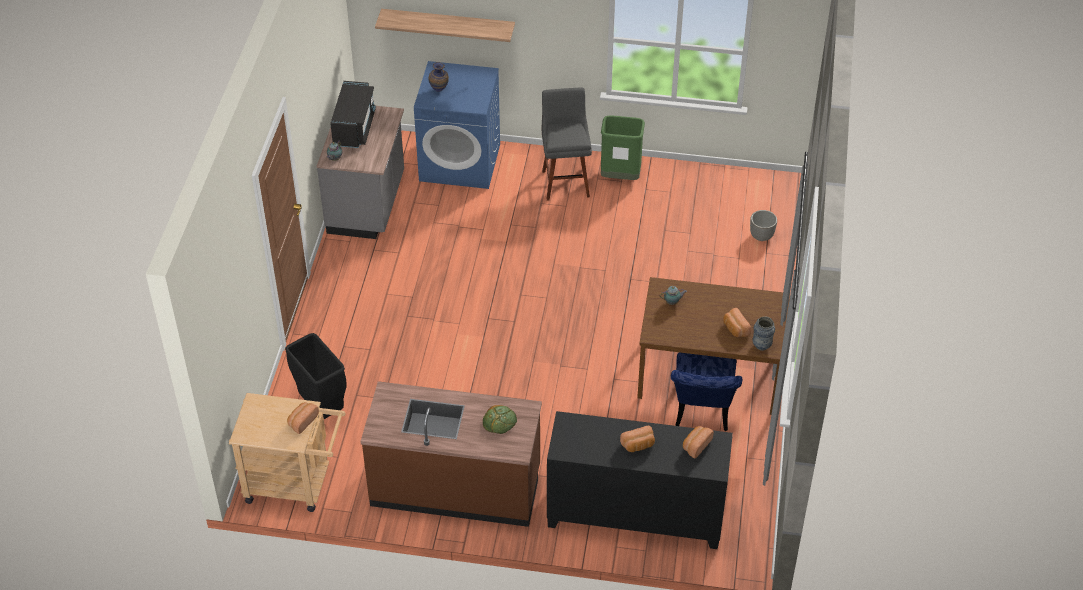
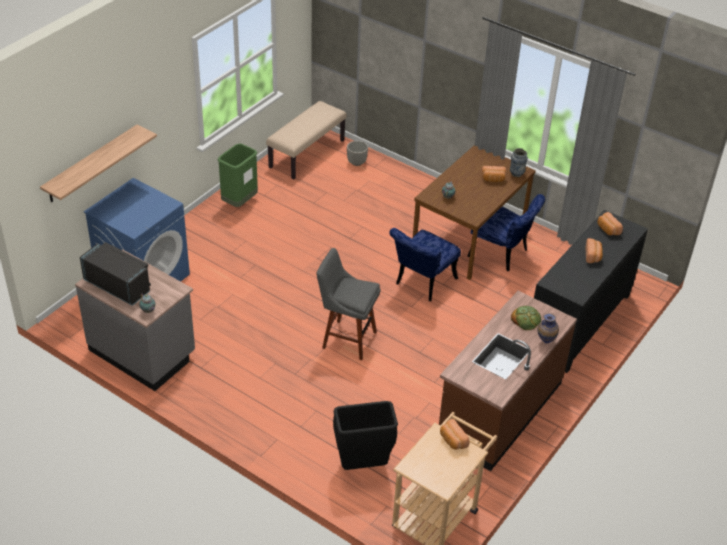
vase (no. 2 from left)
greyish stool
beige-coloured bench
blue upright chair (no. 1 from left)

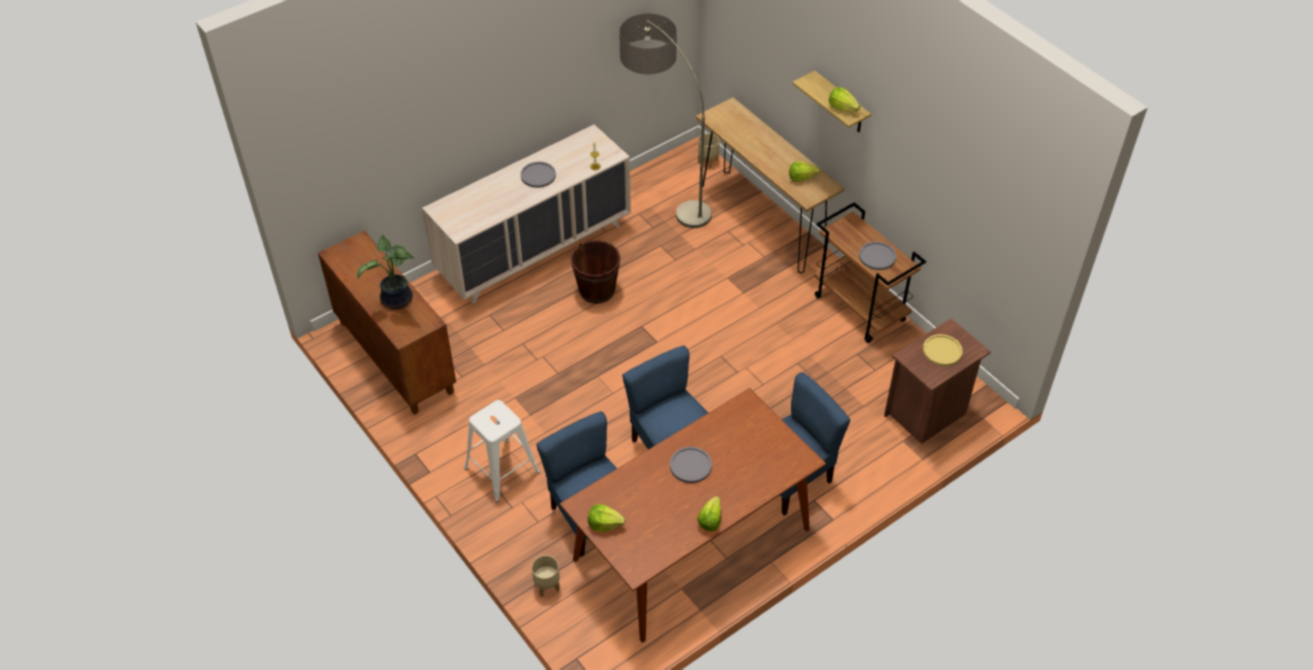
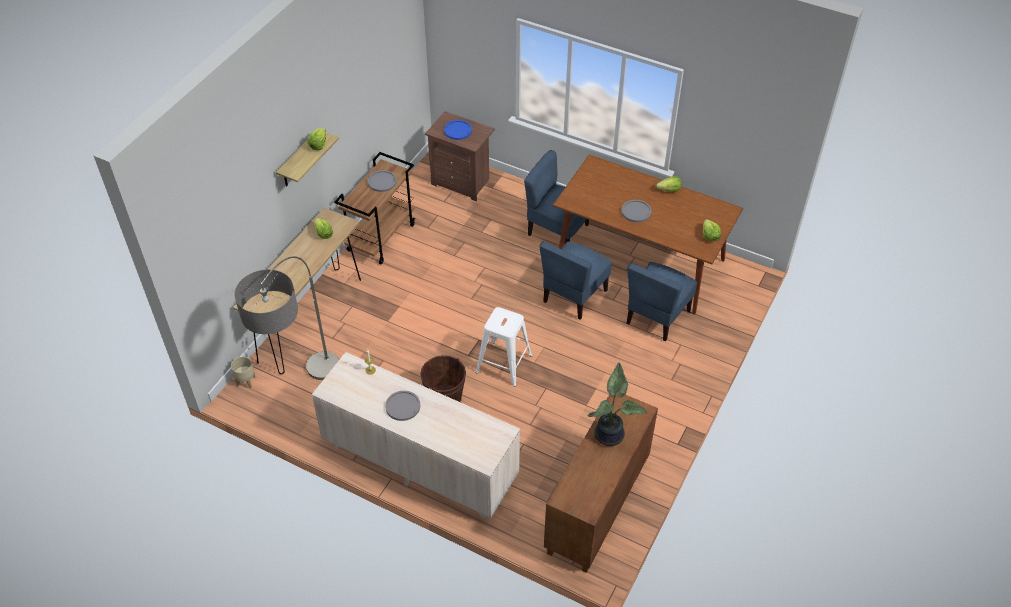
blue flat dish
white stool
beige-coloured plant pot (no. 1 from left in the first image)

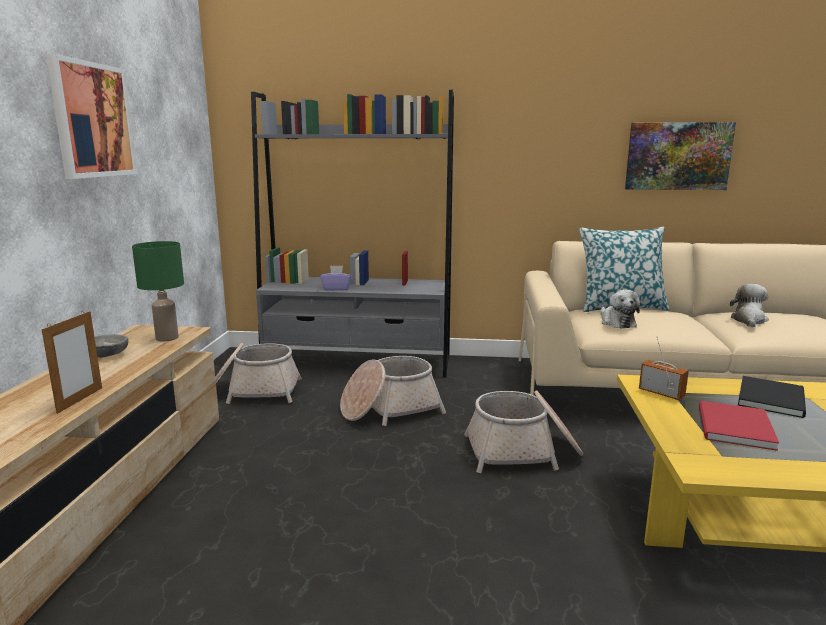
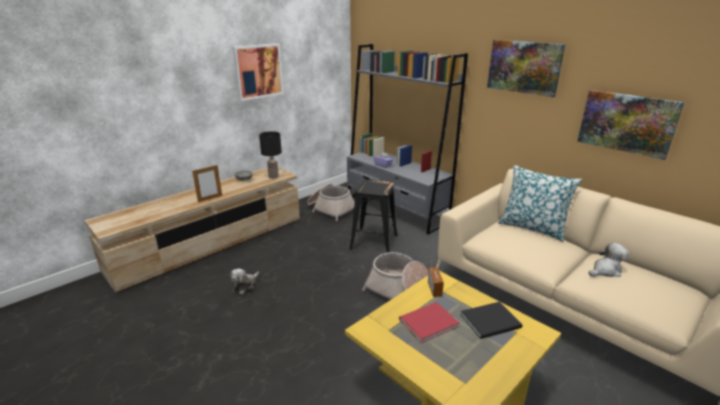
black lamp for a table
cuddly toy (no. 1 from left)
black stool
wall art (no. 2 from left)

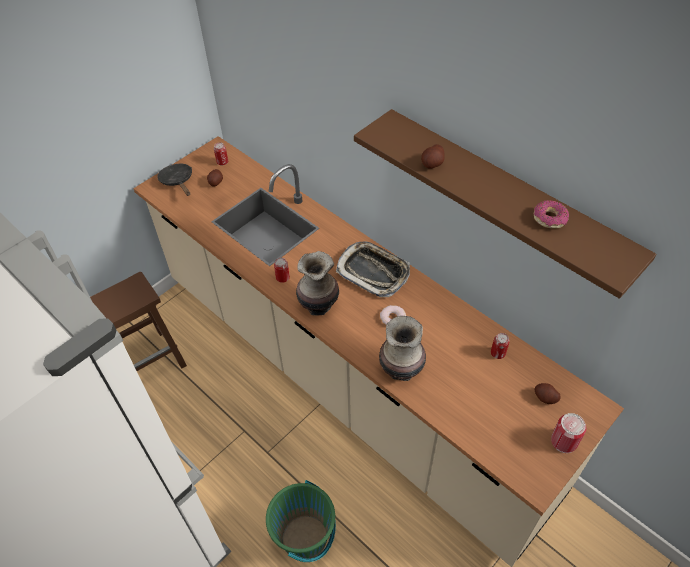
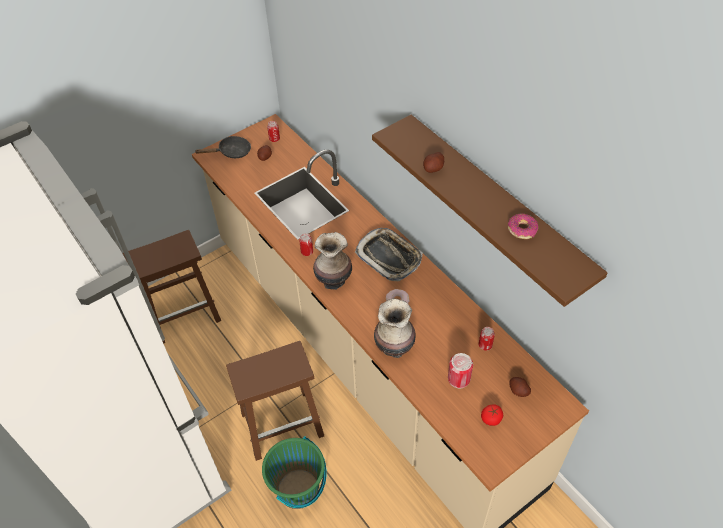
black pan
metal can (no. 3 from left)
brownish stool (no. 2 from left)
whole tomato

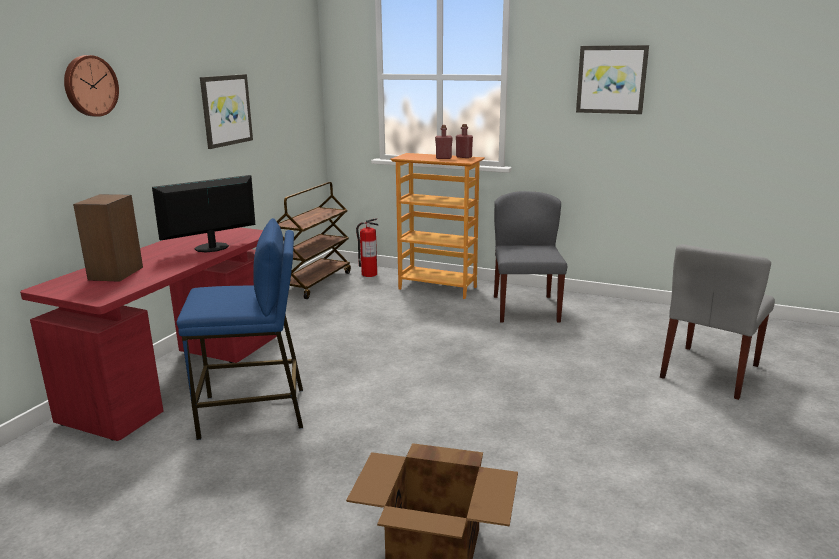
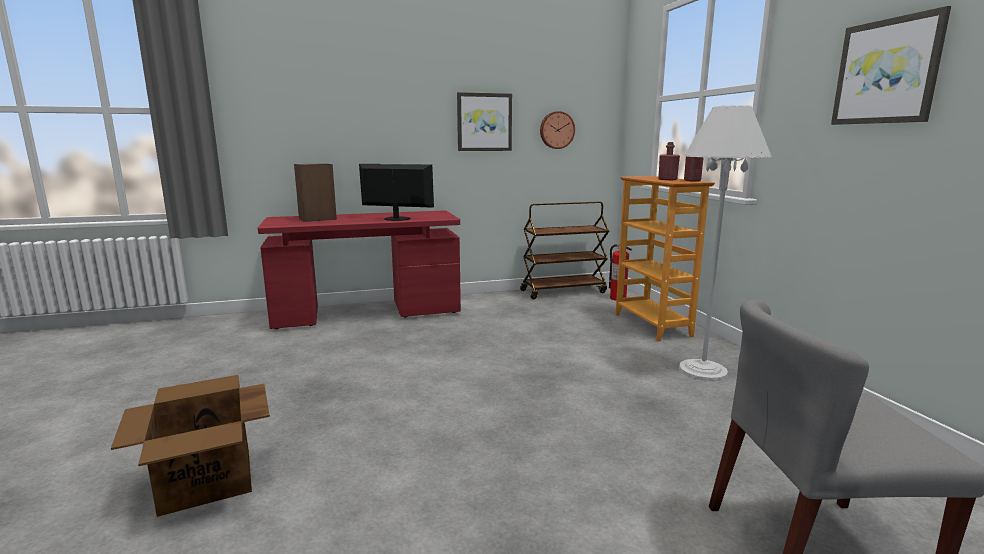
wall clock
white standing lamp
blue stool

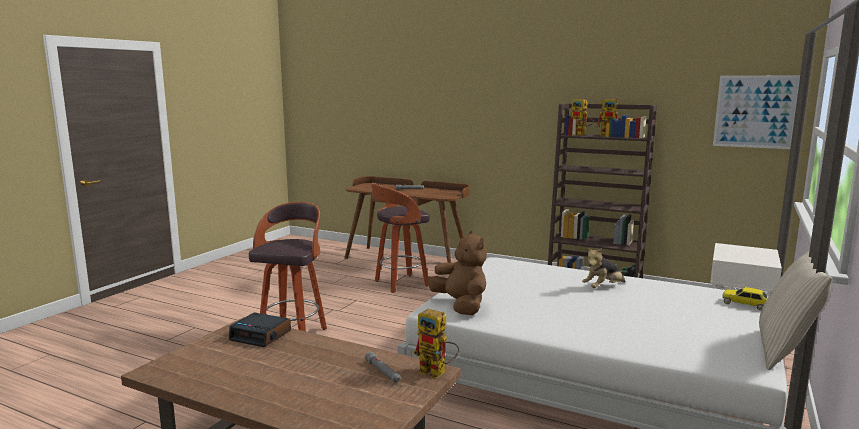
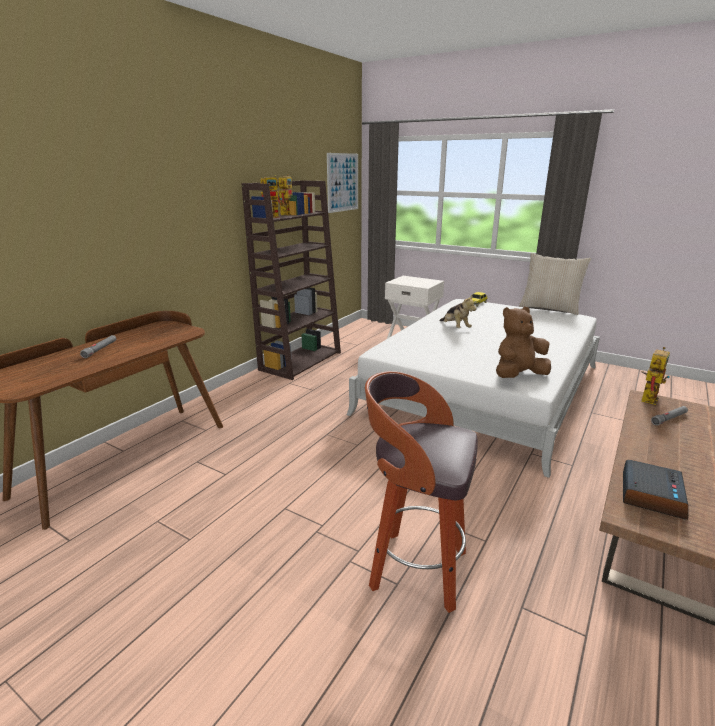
stool (no. 2 from left in the first image)

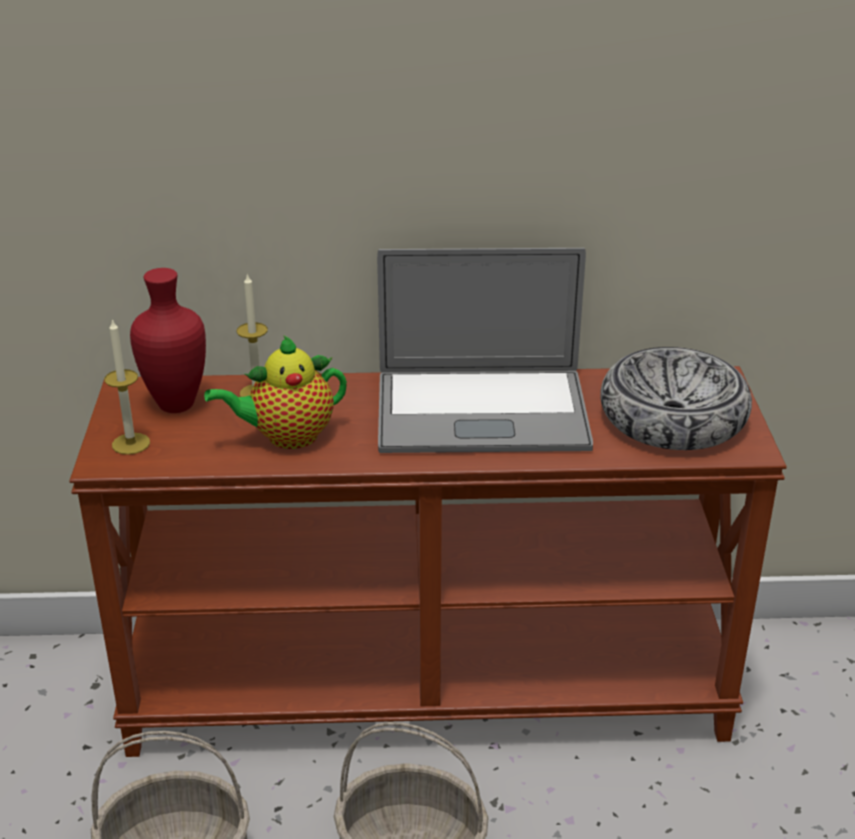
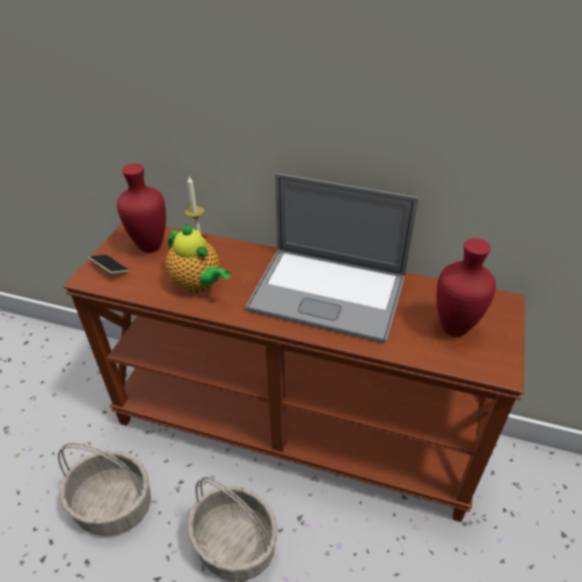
telephone
teapot
red-coloured vase (no. 2 from left)

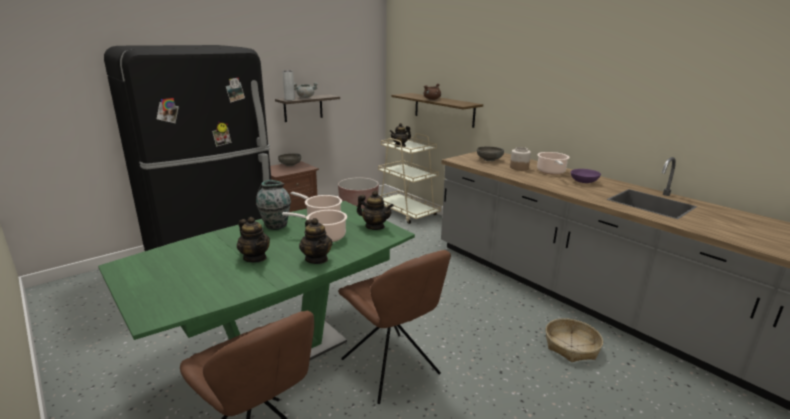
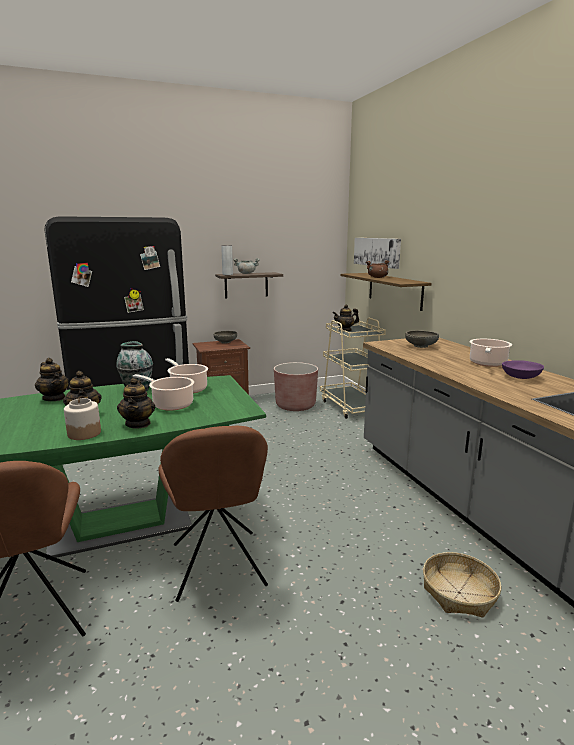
storage jar
teapot (no. 1 from left)
wall art

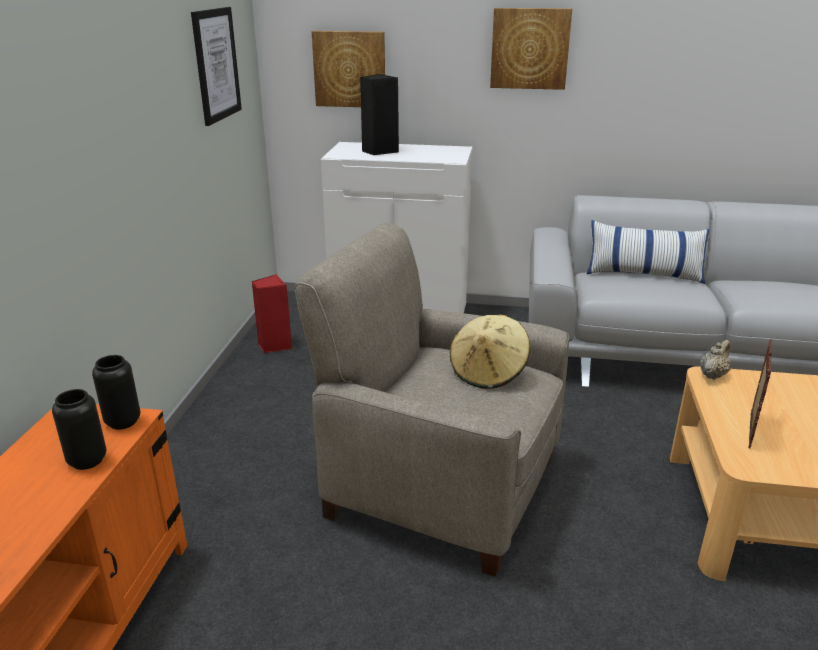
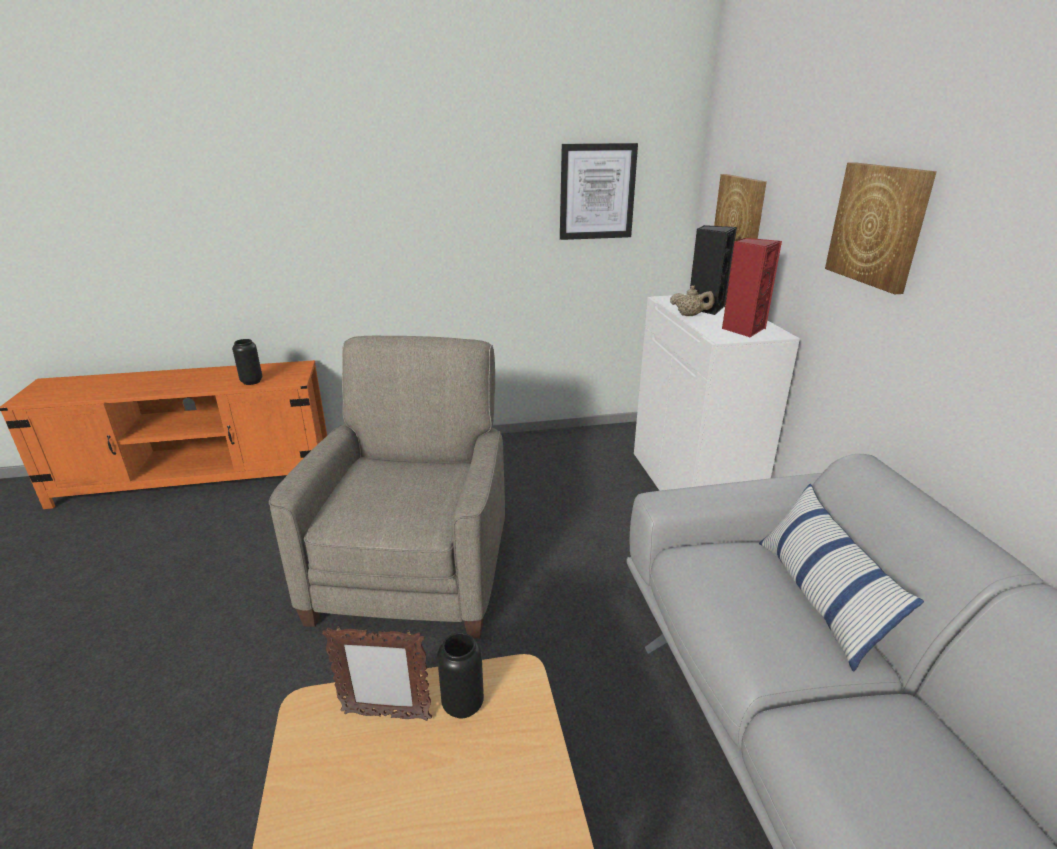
red-coloured loudspeaker
beige-coloured clothing hat
beige-coloured teapot
black vase (no. 2 from left)

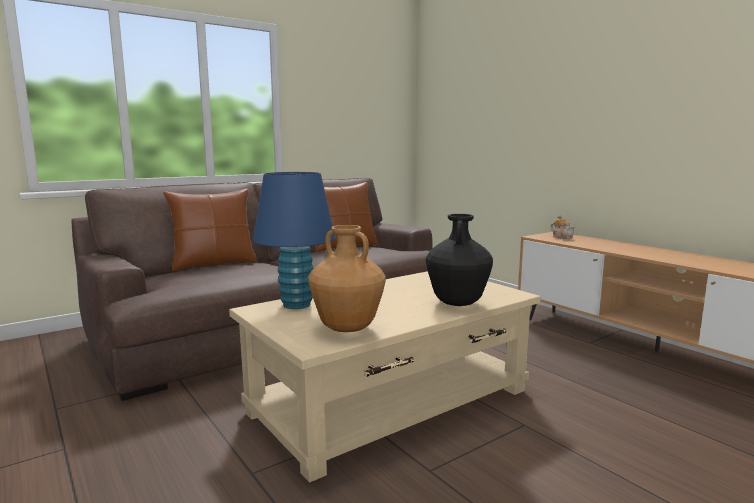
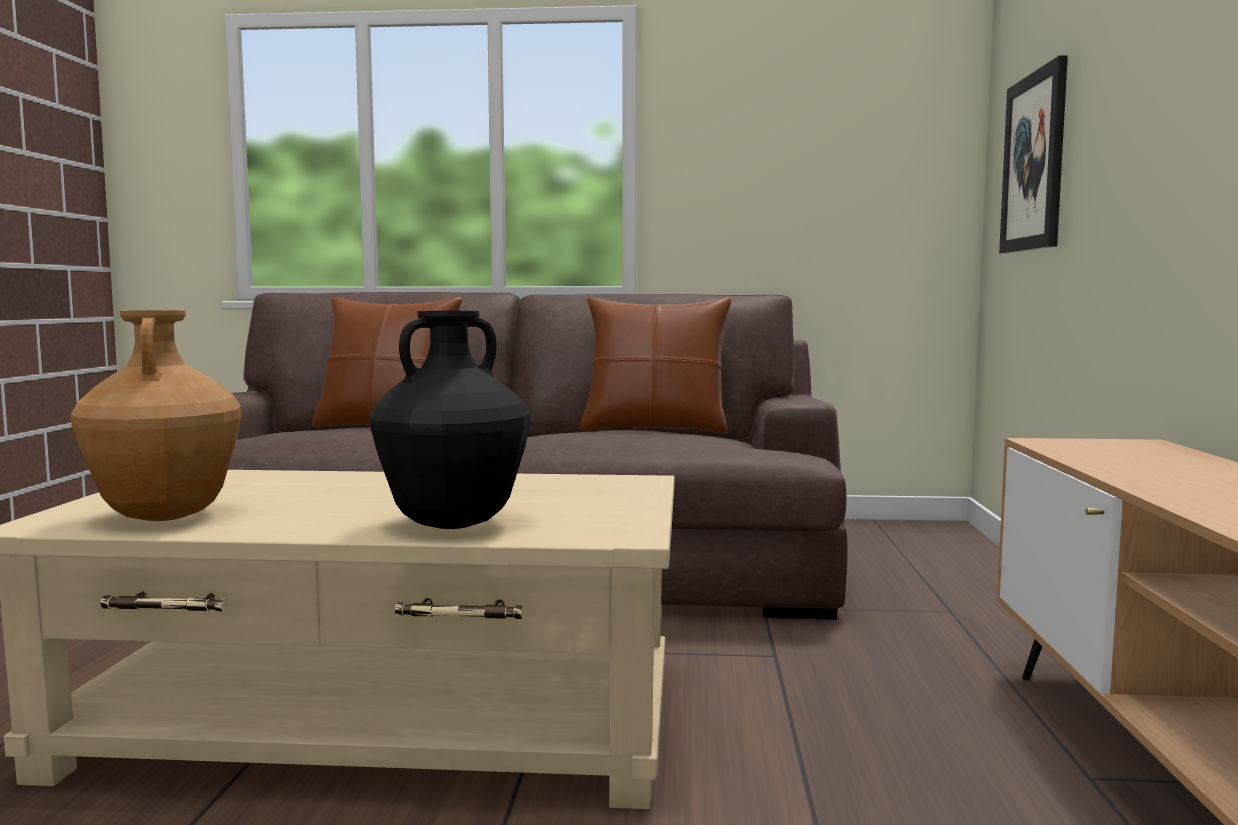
blue lamp for a table
teapot
wall art

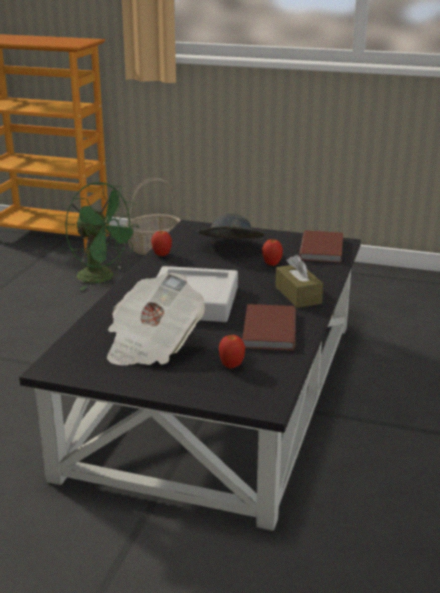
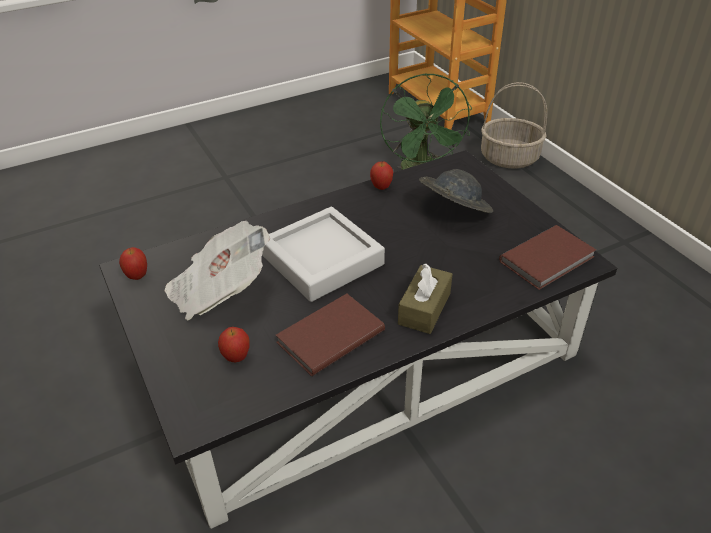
apple (no. 1 from left)

